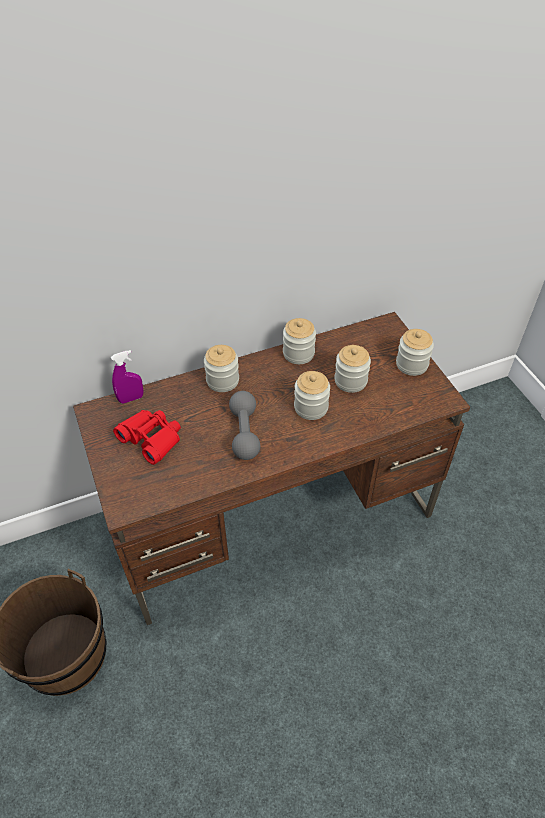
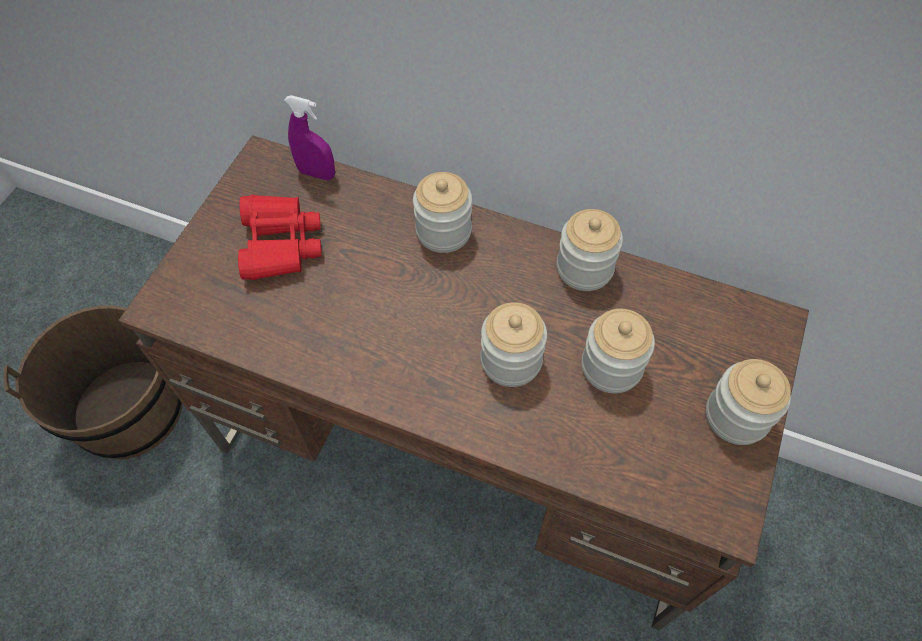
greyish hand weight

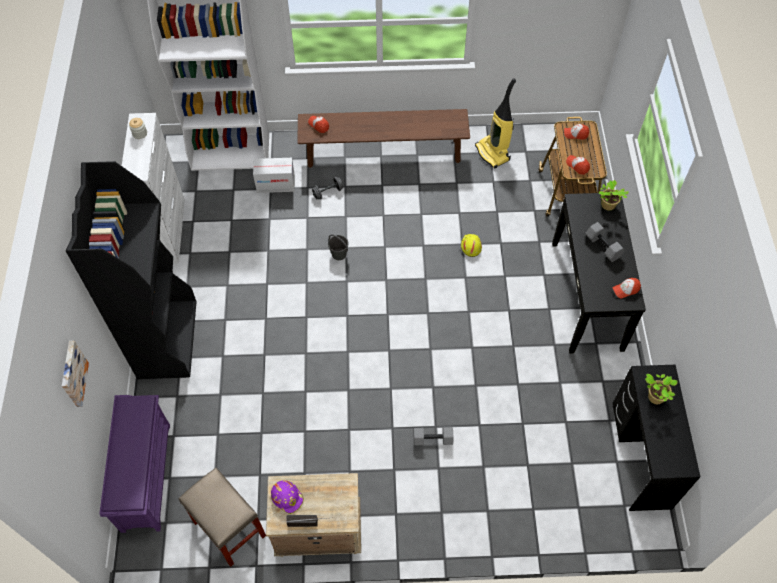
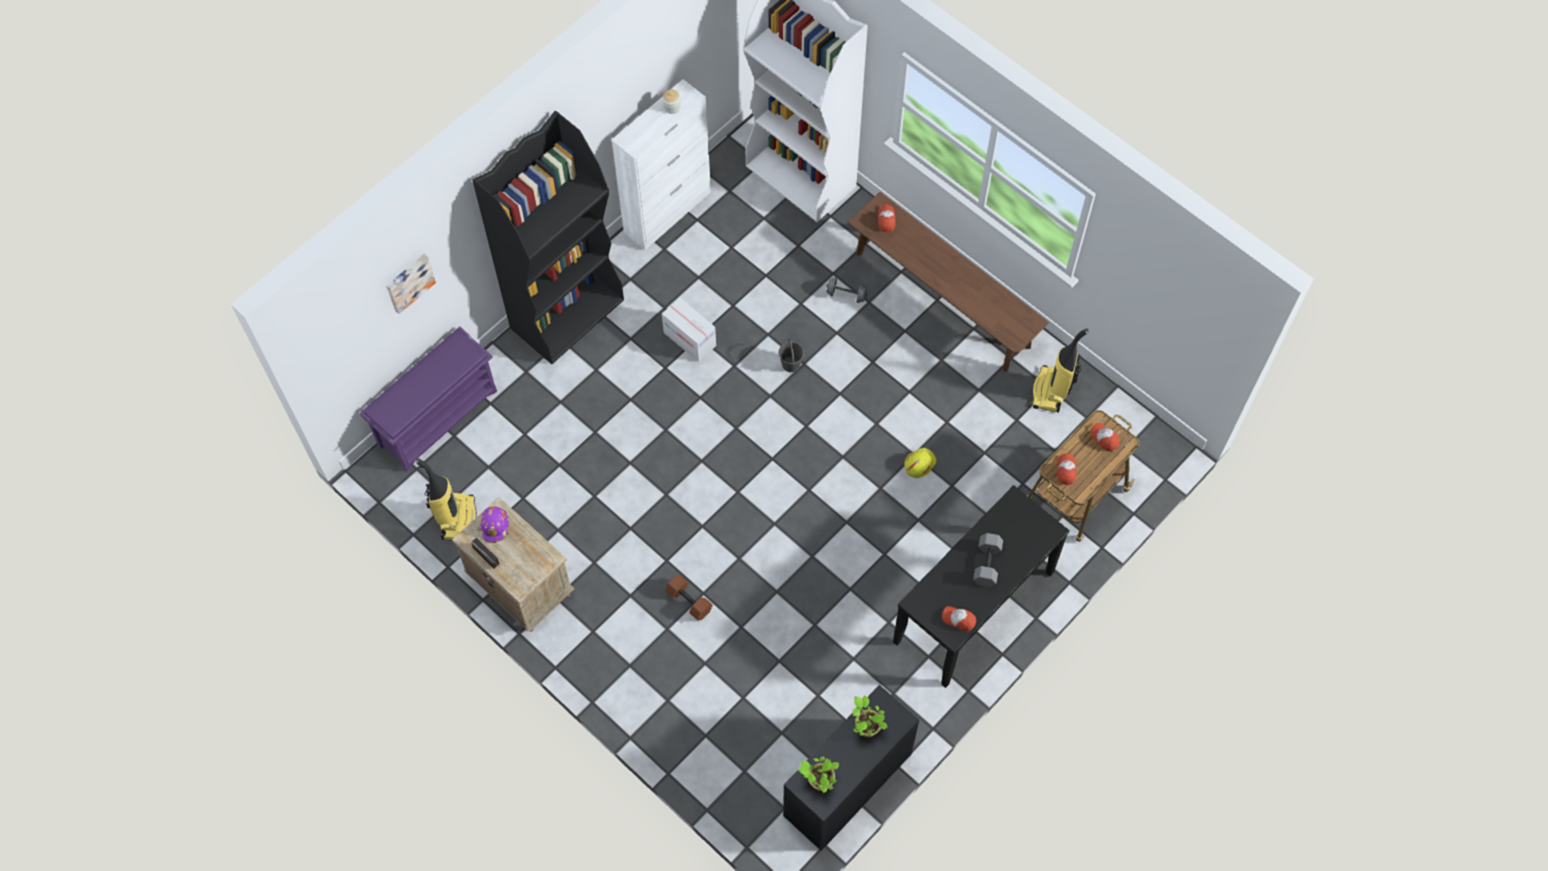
packing box
potted plant (no. 1 from left)
brownish hand weight
hoover (no. 1 from left)

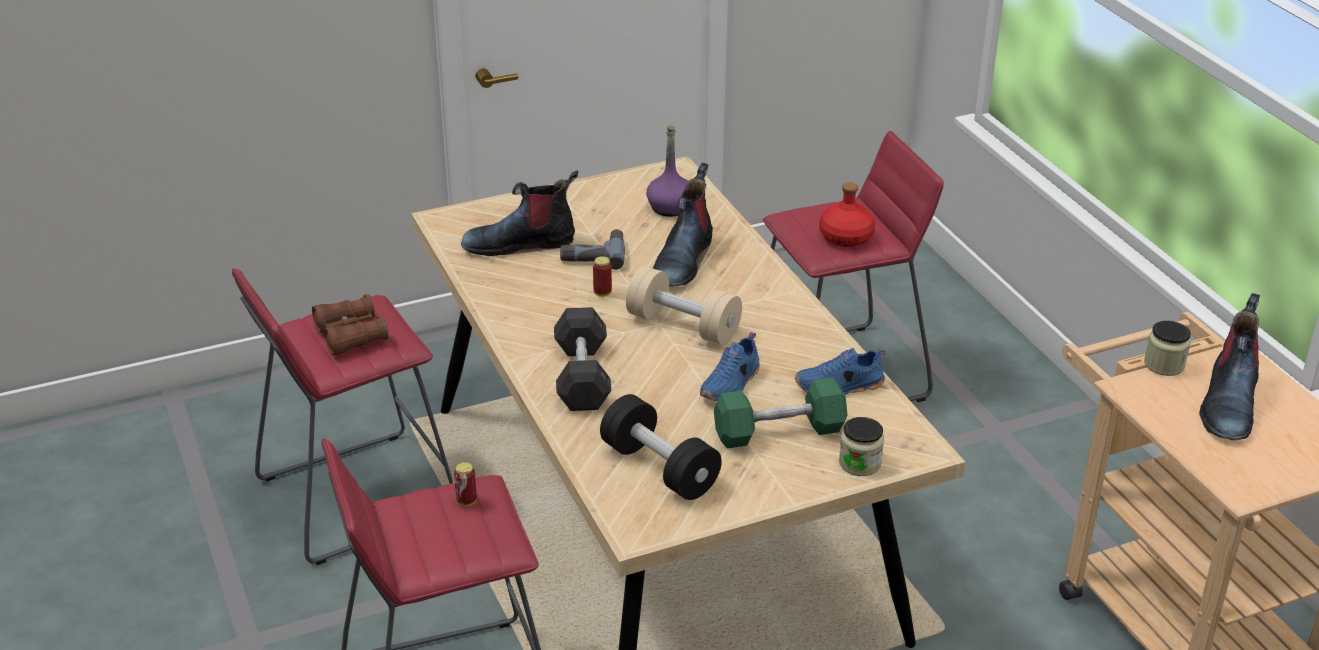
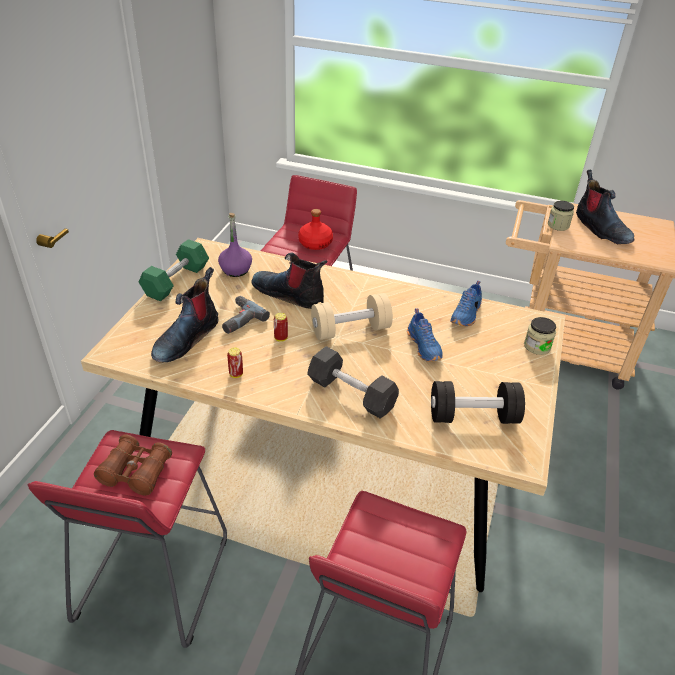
boot (no. 2 from left)
green hand weight
metal can (no. 1 from left)

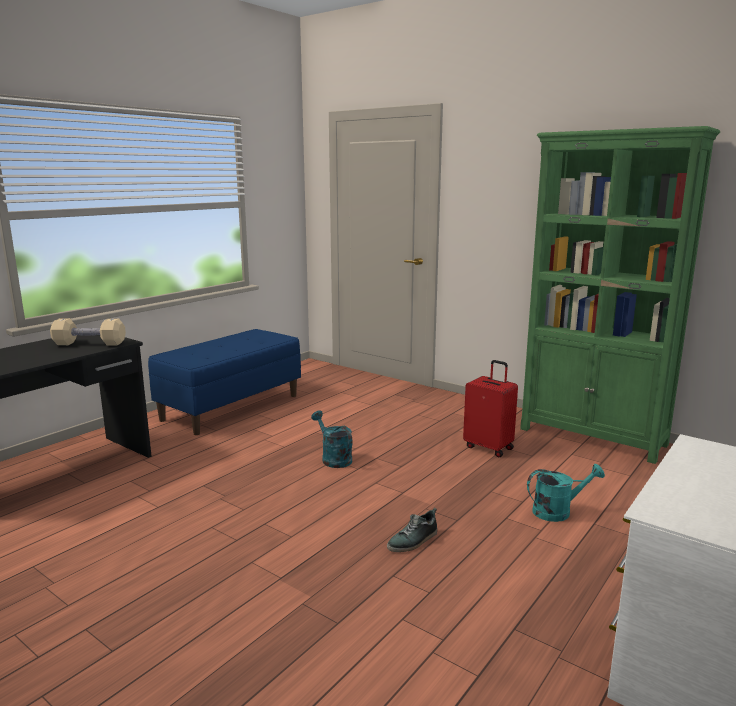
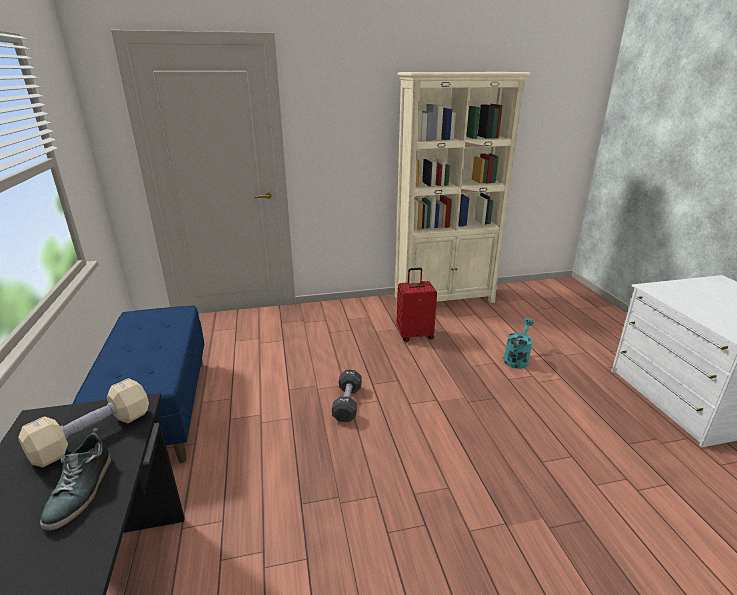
beige-coloured shelving unit
black hand weight
shoe

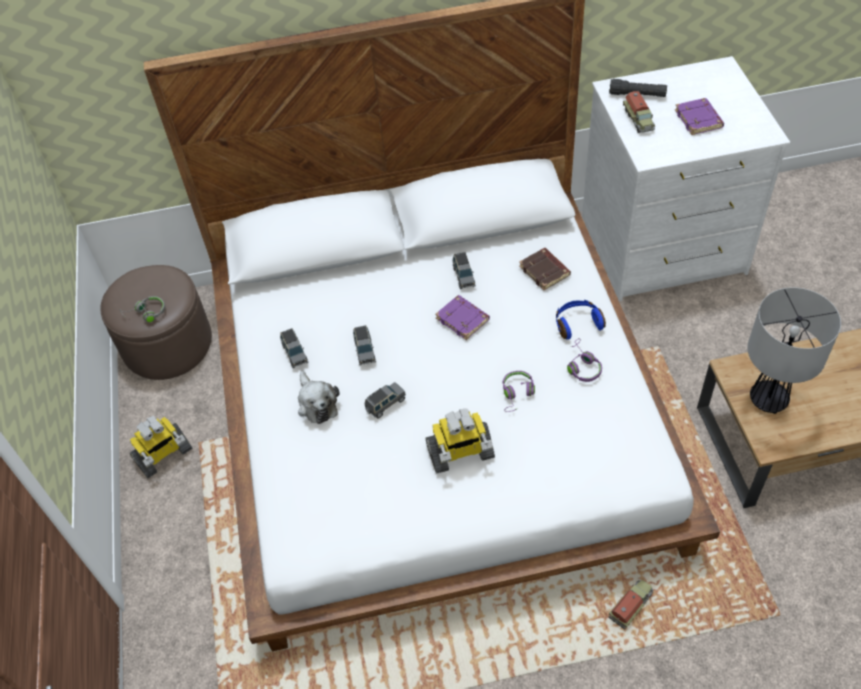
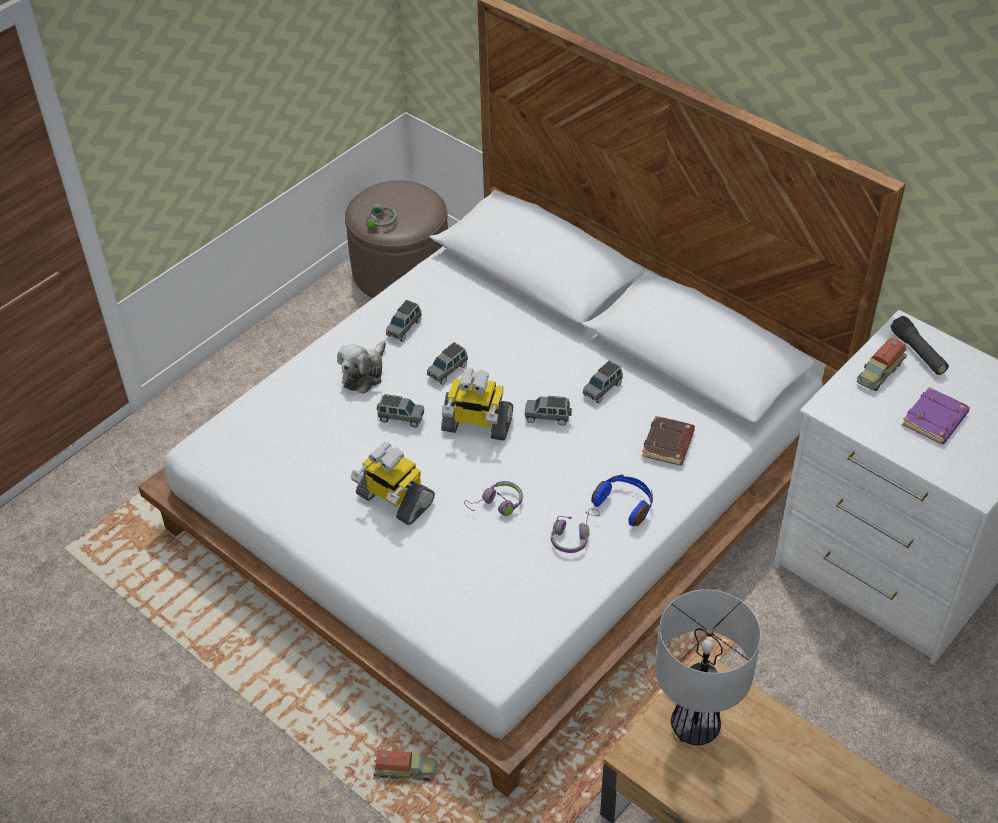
greyish model car (no. 4 from left)
toy robot (no. 2 from left)

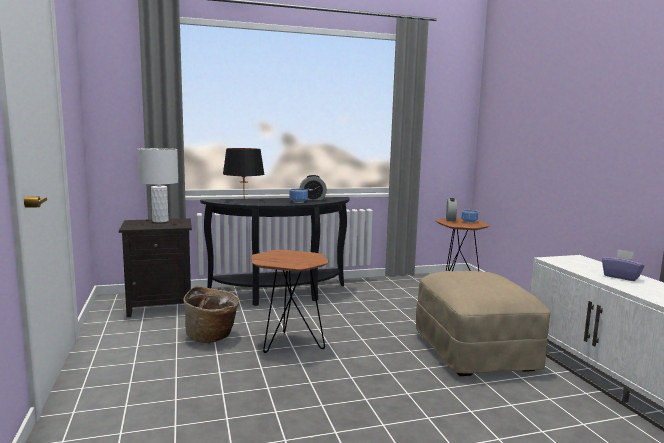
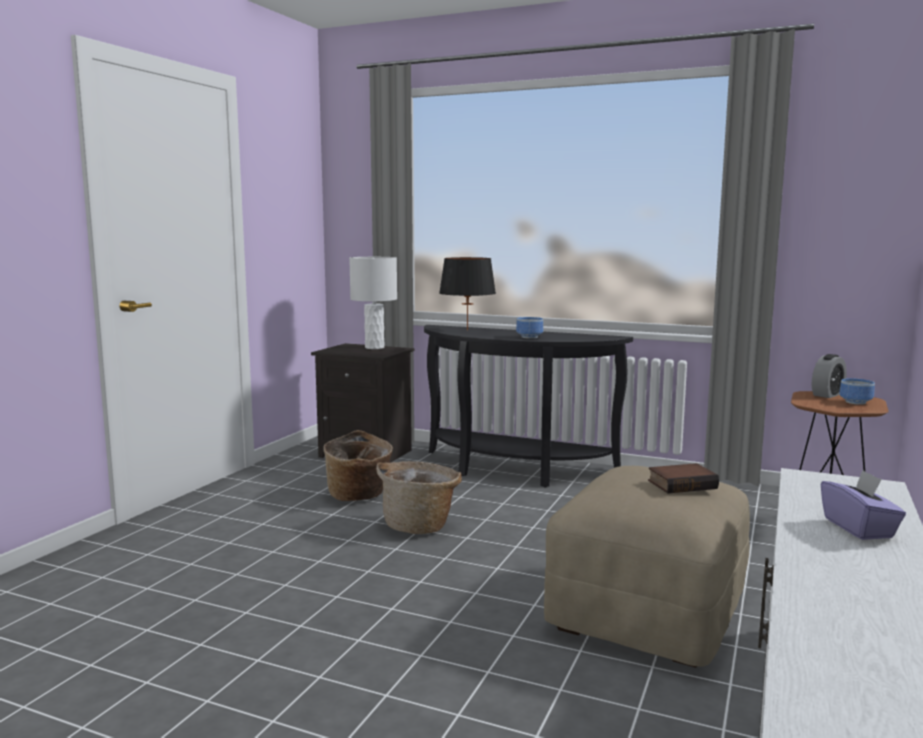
alarm clock (no. 1 from left in the first image)
household basket (no. 2 from left)
bound book

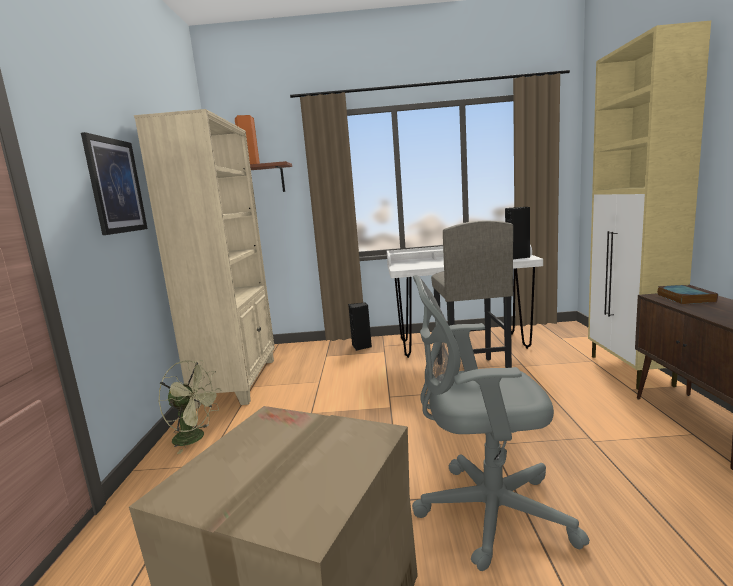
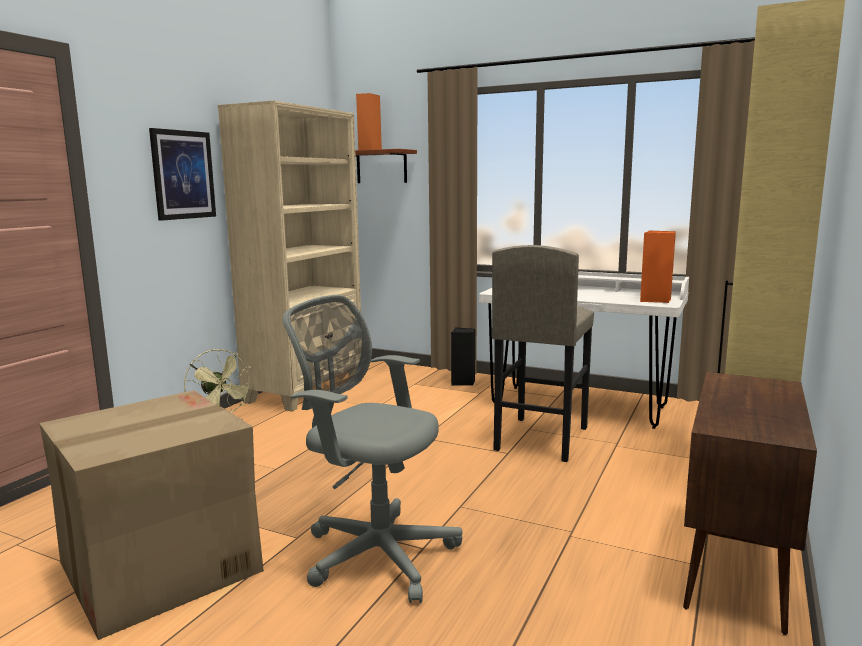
orange-coloured loudspeaker (no. 2 from left)
bound book

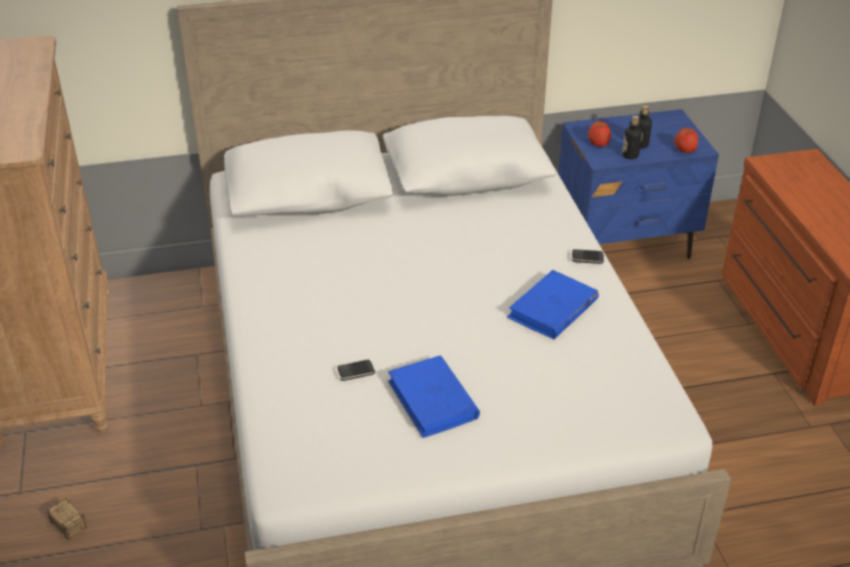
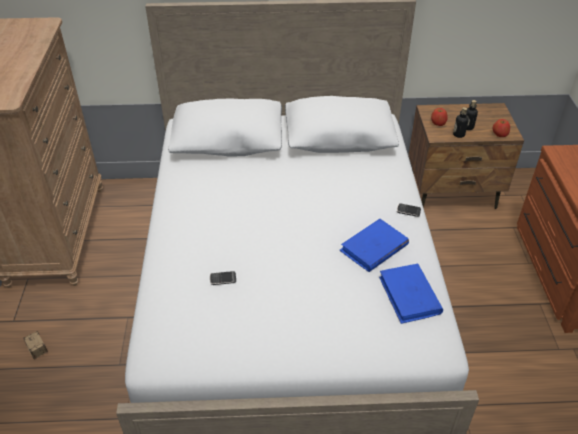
brownish bedside table
blue bound book (no. 2 from left)

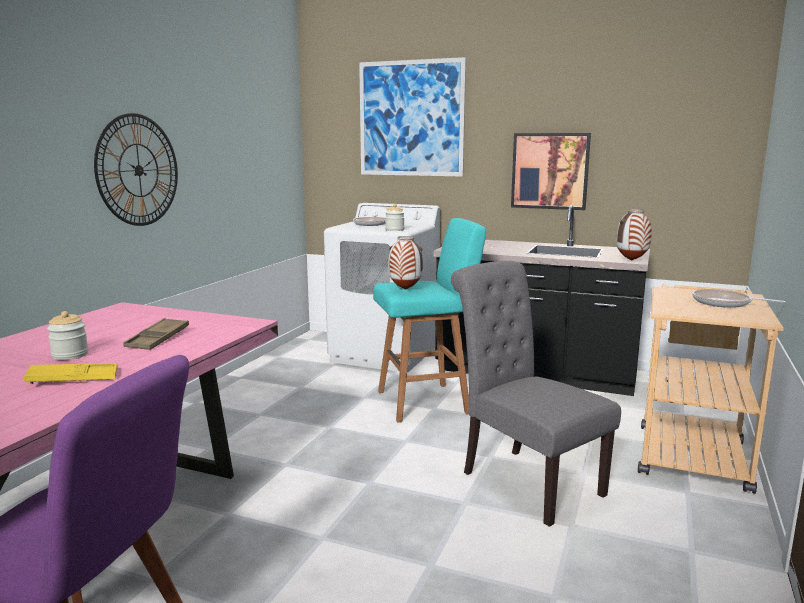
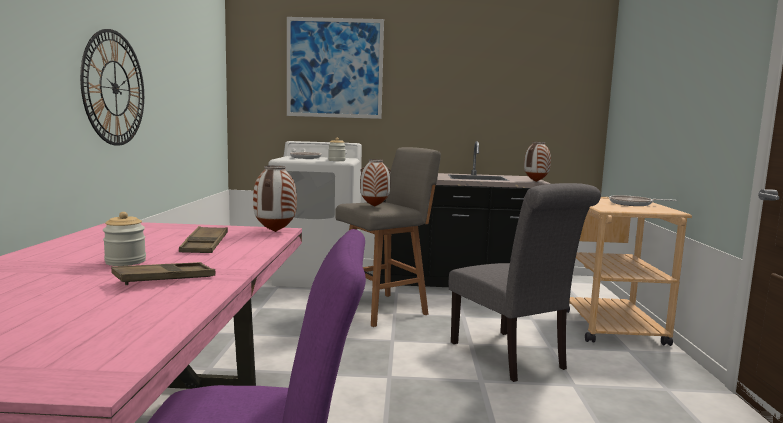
wall art (no. 2 from left in the first image)
greyish stool
greyish upright chair
brownish serving tray (no. 1 from left)
vase (no. 1 from left)

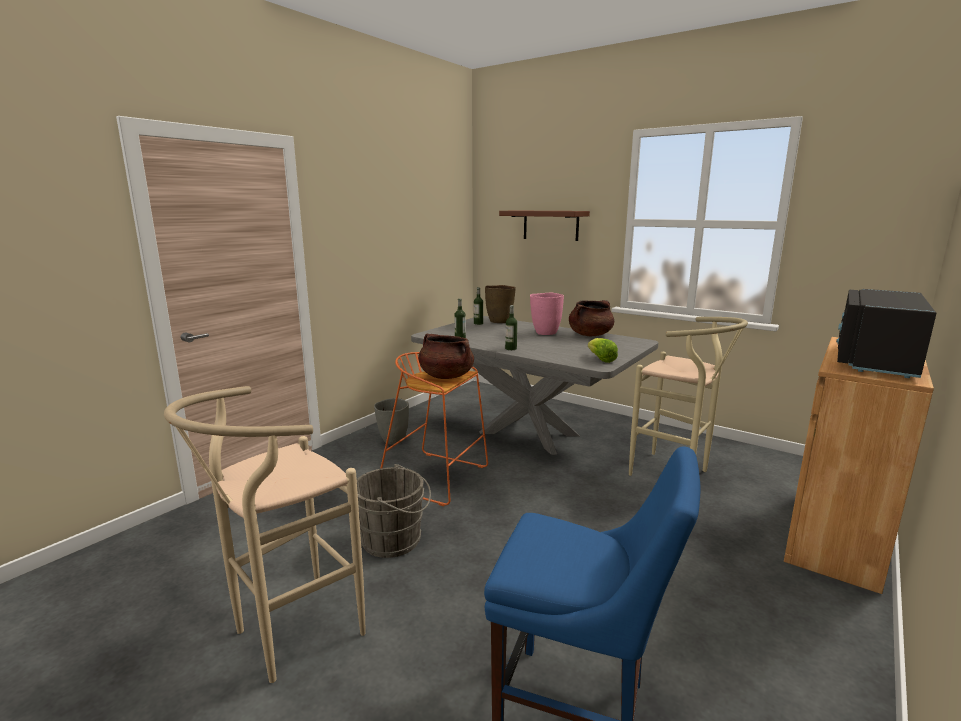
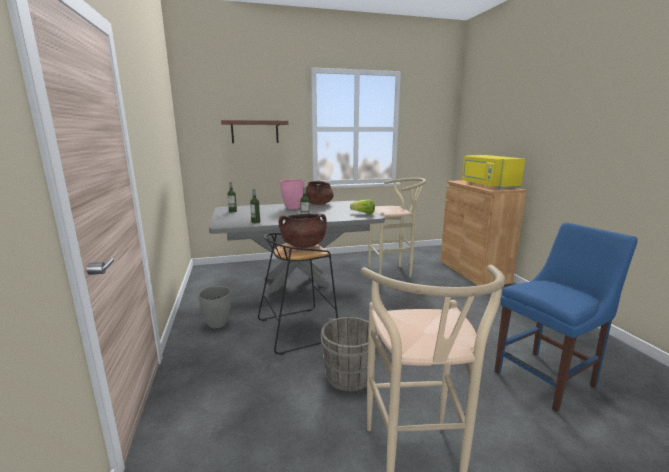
brownish vase
yellow-coloured kitchen microwave
black stool

